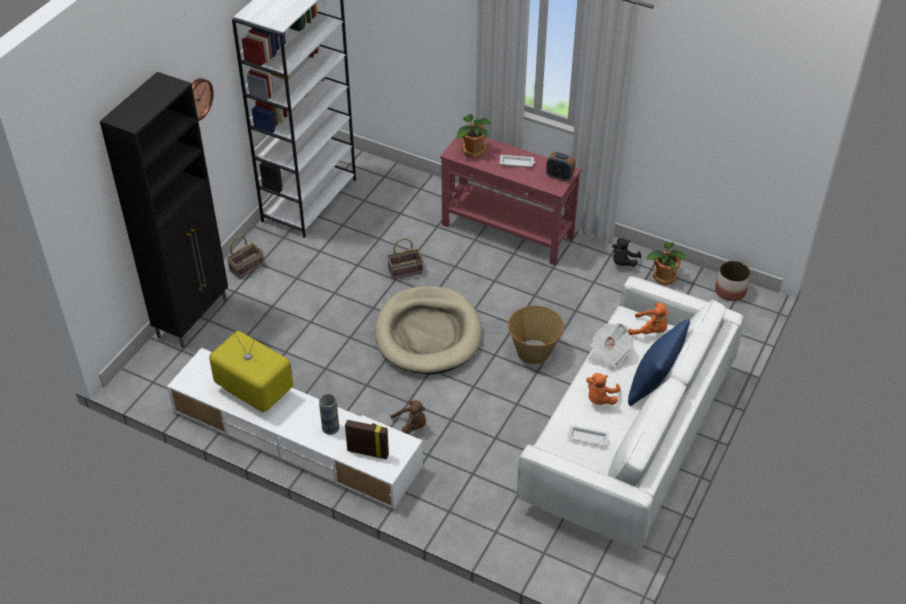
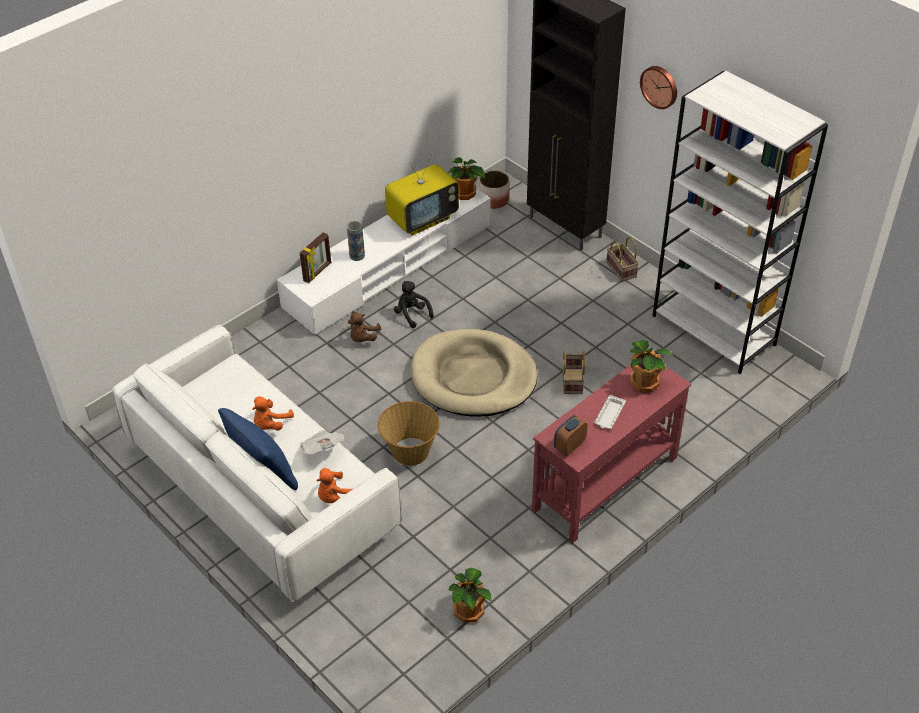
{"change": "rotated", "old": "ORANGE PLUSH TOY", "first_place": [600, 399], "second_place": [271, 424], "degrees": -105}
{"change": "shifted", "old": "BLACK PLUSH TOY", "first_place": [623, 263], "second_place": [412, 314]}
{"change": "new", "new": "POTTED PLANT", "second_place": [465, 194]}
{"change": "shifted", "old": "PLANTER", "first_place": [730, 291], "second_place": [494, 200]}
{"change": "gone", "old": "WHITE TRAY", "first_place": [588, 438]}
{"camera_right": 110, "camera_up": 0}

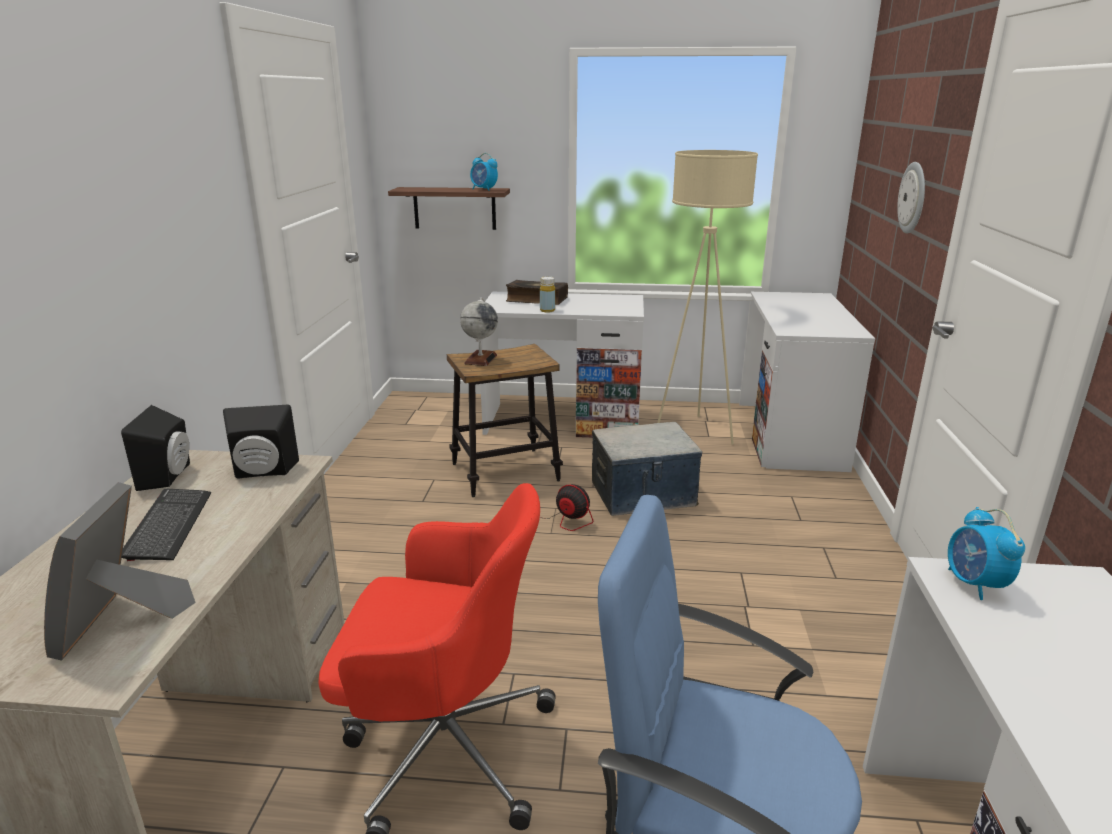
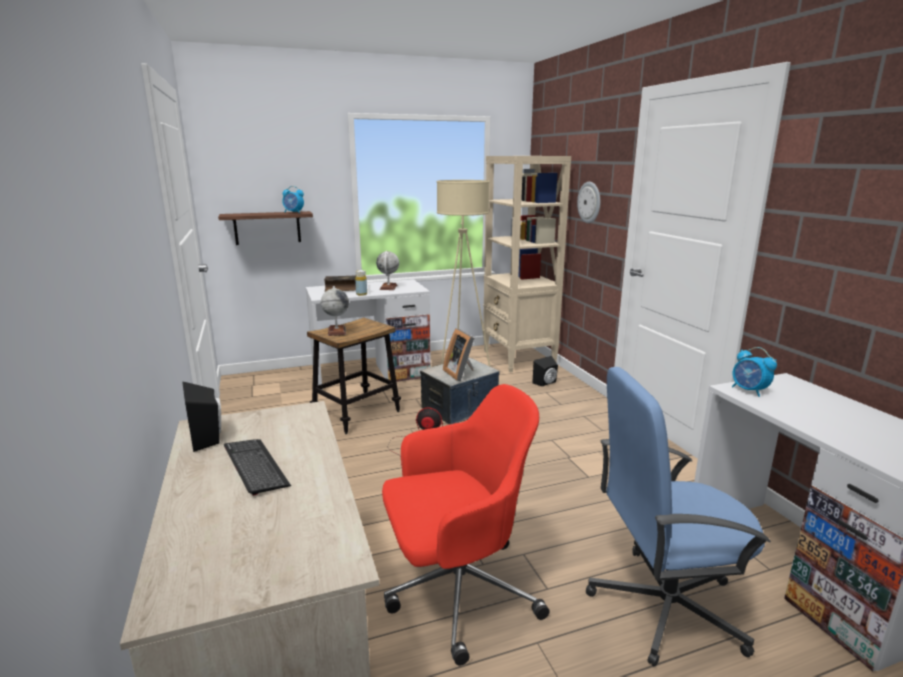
{"change": "new", "new": "GLOBE", "second_place": [388, 287]}
{"change": "shifted", "old": "PICTURE FRAME", "first_place": [122, 623], "second_place": [461, 373]}
{"change": "swapped", "old": "WHITE DESK", "new": "BEIGE BOOKCASE", "first_place": [790, 434], "second_place": [518, 358]}
{"change": "shifted", "old": "BLACK SPEAKER", "first_place": [263, 472], "second_place": [546, 383]}
{"camera_right": -25, "camera_up": -5}

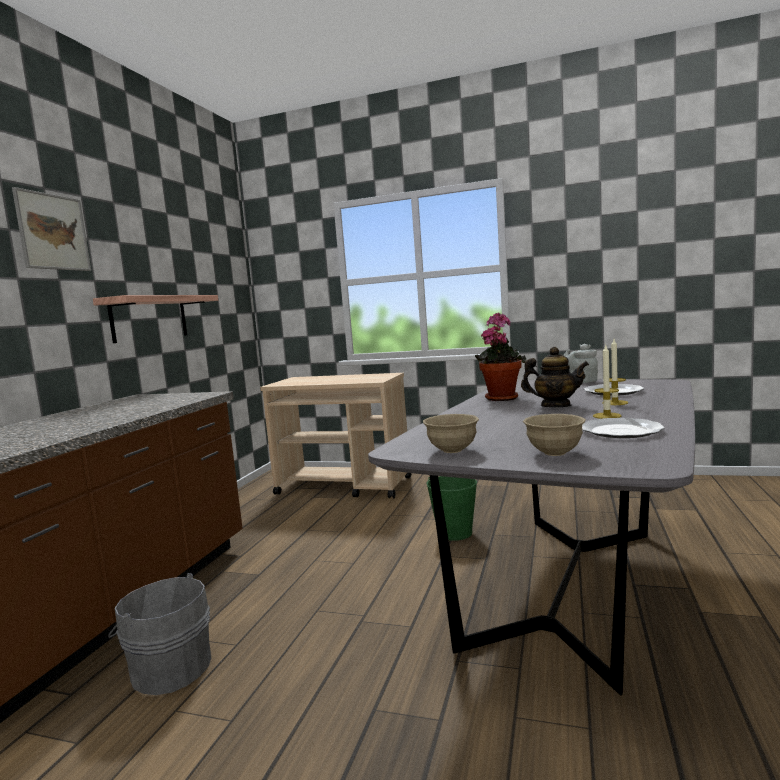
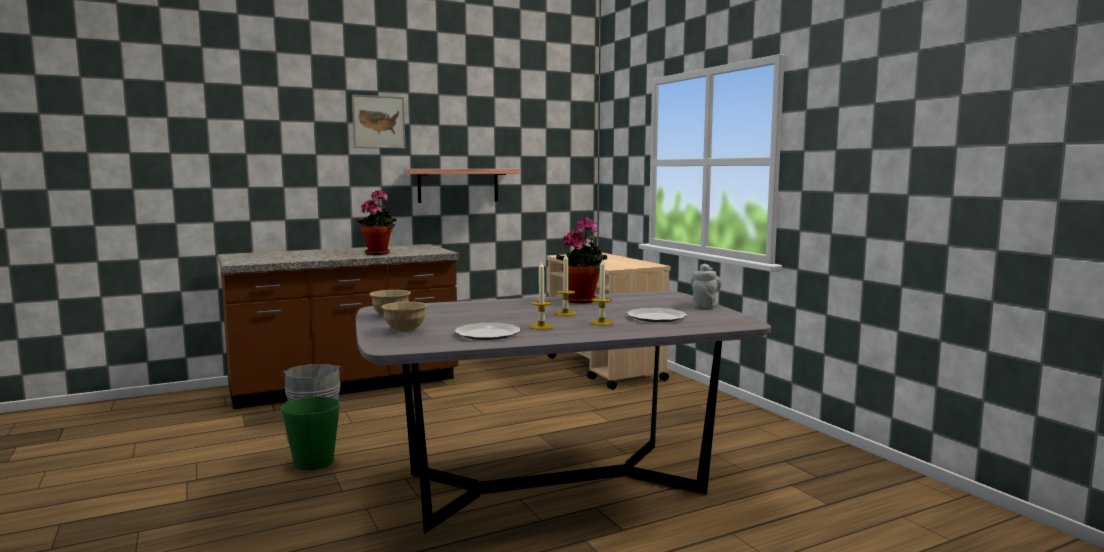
{"change": "shifted", "old": "GREEN BUCKET", "first_place": [454, 533], "second_place": [314, 462]}
{"change": "new", "new": "POTTED PLANT", "second_place": [379, 253]}
{"change": "swapped", "old": "TEAPOT", "new": "CANDLE", "first_place": [555, 406], "second_place": [565, 313]}
{"camera_right": 45, "camera_up": 0}

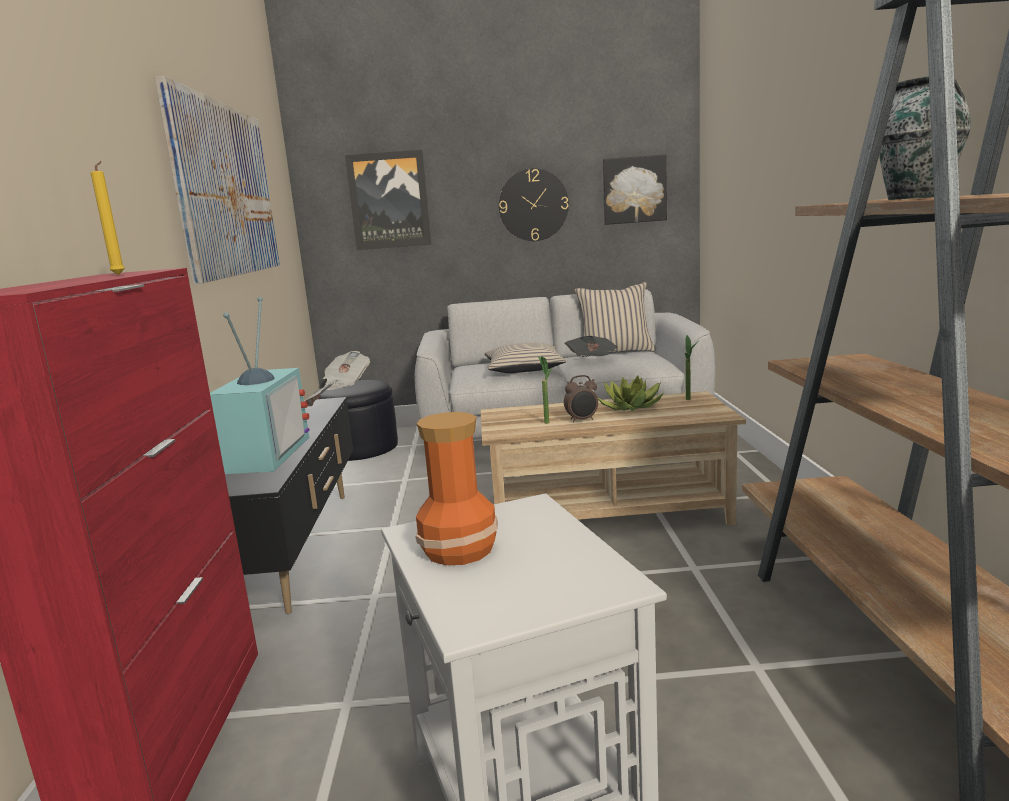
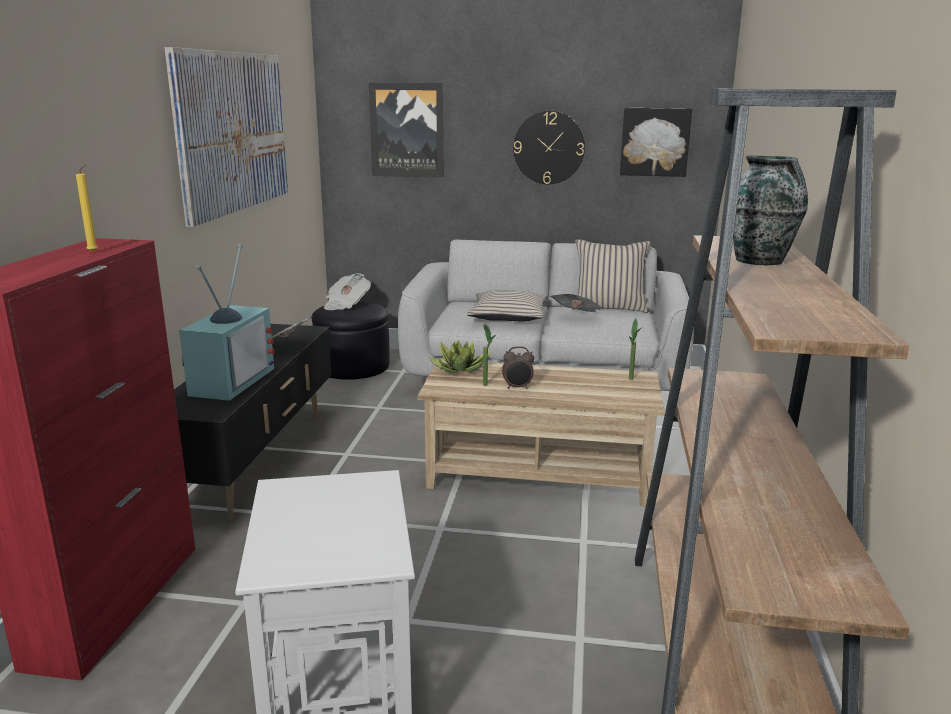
{"change": "shifted", "old": "POTTED PLANT", "first_place": [631, 407], "second_place": [460, 369]}
{"change": "gone", "old": "VASE", "first_place": [459, 550]}
{"camera_right": 10, "camera_up": 5}

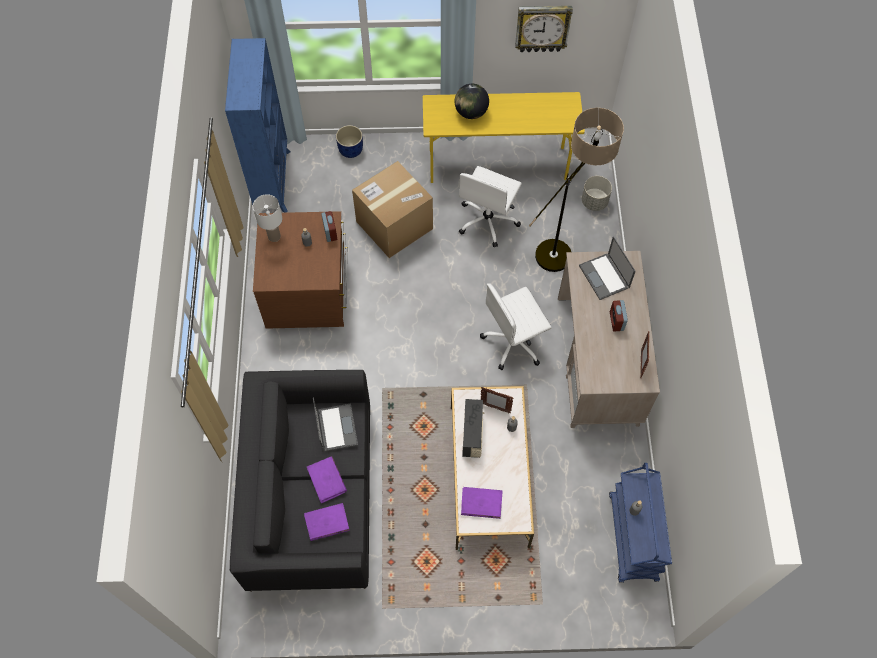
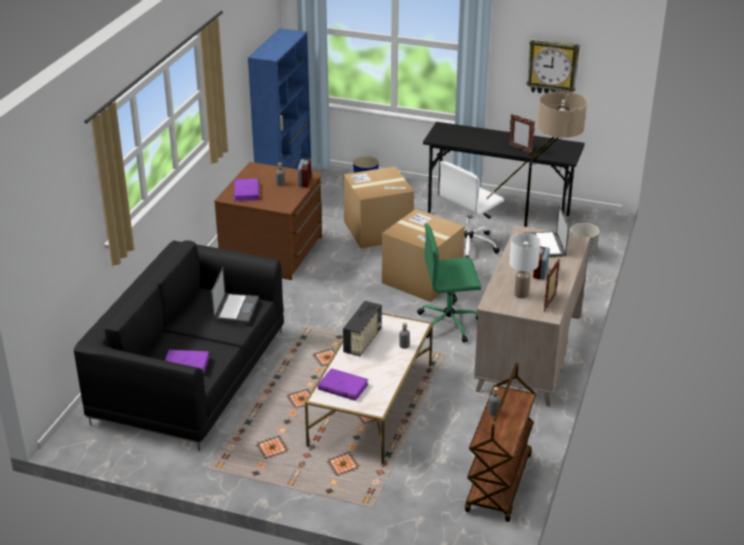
{"change": "shifted", "old": "PURPLE BOOK", "first_place": [327, 480], "second_place": [246, 192]}
{"change": "new", "new": "CARDBOARD BOX", "second_place": [422, 279]}
{"change": "repainted", "old": "WHITE OFFICE CHAIR", "new": "GREEN OFFICE CHAIR", "first_place": [514, 342], "second_place": [450, 323]}
{"change": "repainted", "old": "YELLOW DESK", "new": "BLACK DESK", "first_place": [498, 164], "second_place": [499, 213]}
{"change": "repainted", "old": "BLUE CART", "new": "BROWN CART", "first_place": [633, 538], "second_place": [499, 484]}
{"change": "shifted", "old": "PICTURE FRAME", "first_place": [495, 408], "second_place": [520, 149]}
{"change": "shifted", "old": "WHITE TABLE LAMP", "first_place": [274, 236], "second_place": [521, 294]}
{"change": "gone", "old": "GLOBE", "first_place": [471, 112]}
{"camera_right": 20, "camera_up": -30}

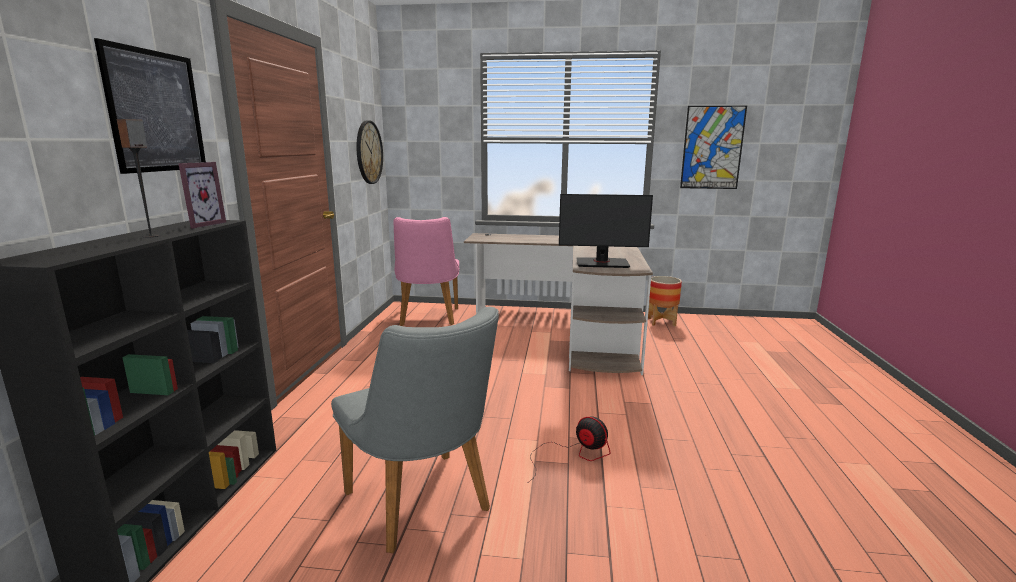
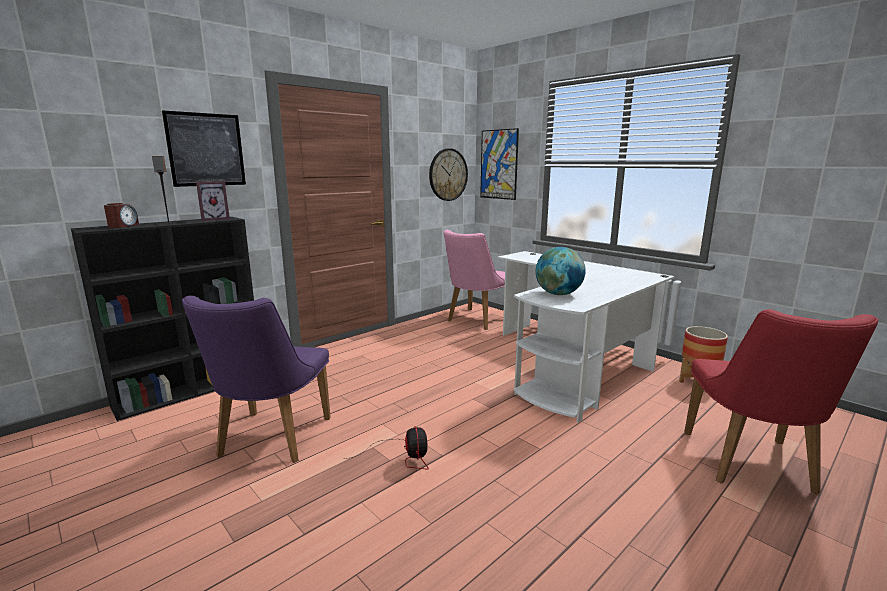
{"change": "new", "new": "ALARM CLOCK", "second_place": [123, 226]}
{"change": "repainted", "old": "GREY CHAIR", "new": "PURPLE CHAIR", "first_place": [424, 507], "second_place": [269, 442]}
{"change": "shifted", "old": "PICTURE", "first_place": [712, 148], "second_place": [499, 164]}
{"change": "repainted", "old": "BROWN DESK", "new": "WHITE DESK", "first_place": [570, 333], "second_place": [573, 364]}
{"change": "swapped", "old": "MONITOR", "new": "GLOBE", "first_place": [602, 263], "second_place": [558, 294]}
{"change": "new", "new": "RED CHAIR", "second_place": [753, 467]}
{"camera_right": 40, "camera_up": 0}

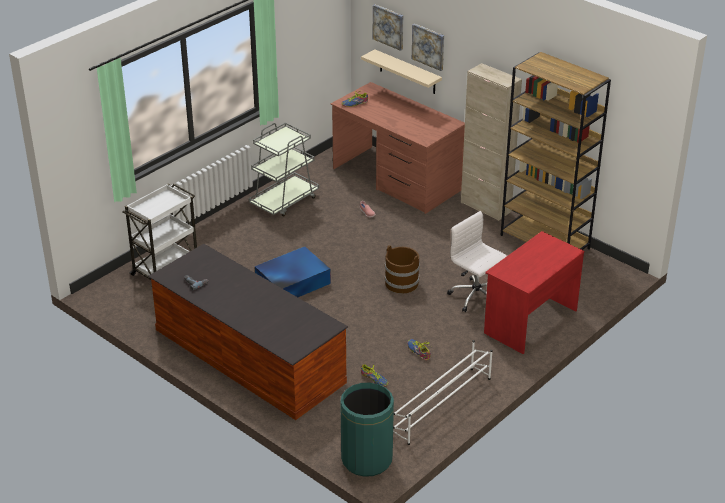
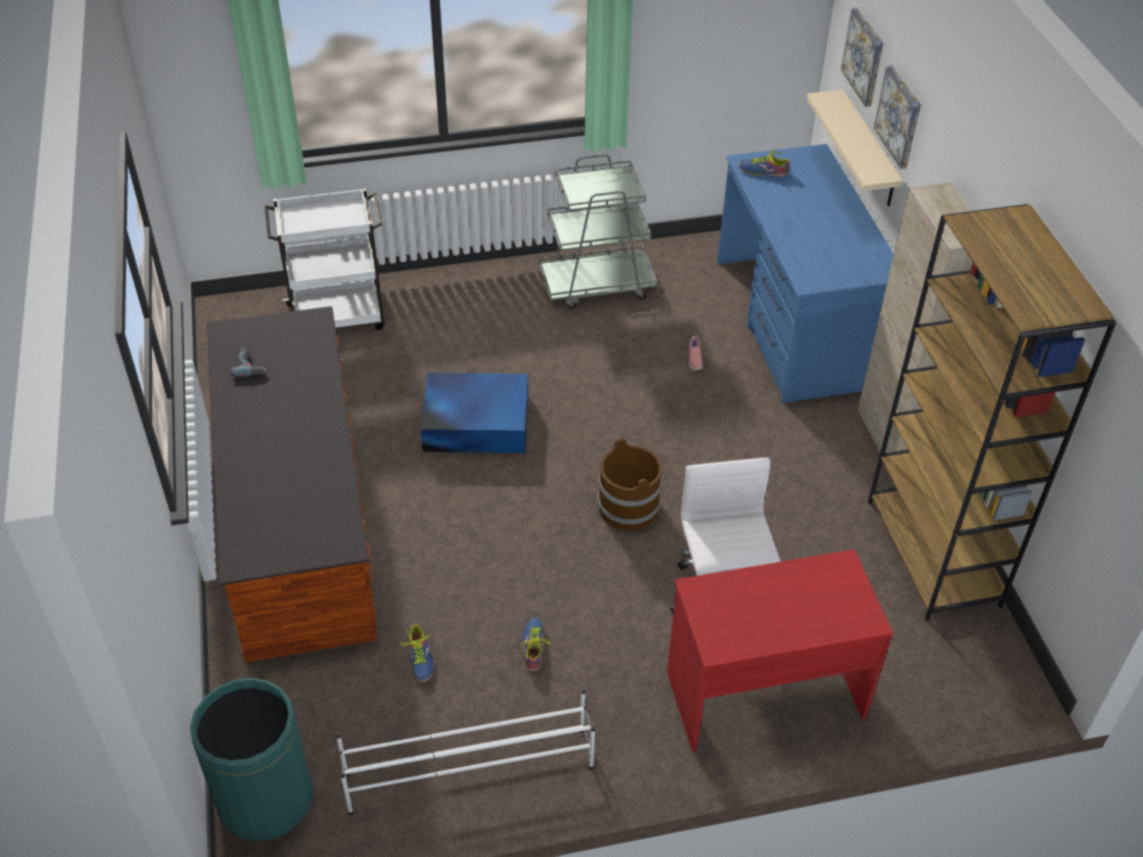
{"change": "repainted", "old": "BROWN DESK", "new": "BLUE DESK", "first_place": [396, 179], "second_place": [795, 323]}
{"camera_right": 35, "camera_up": 10}

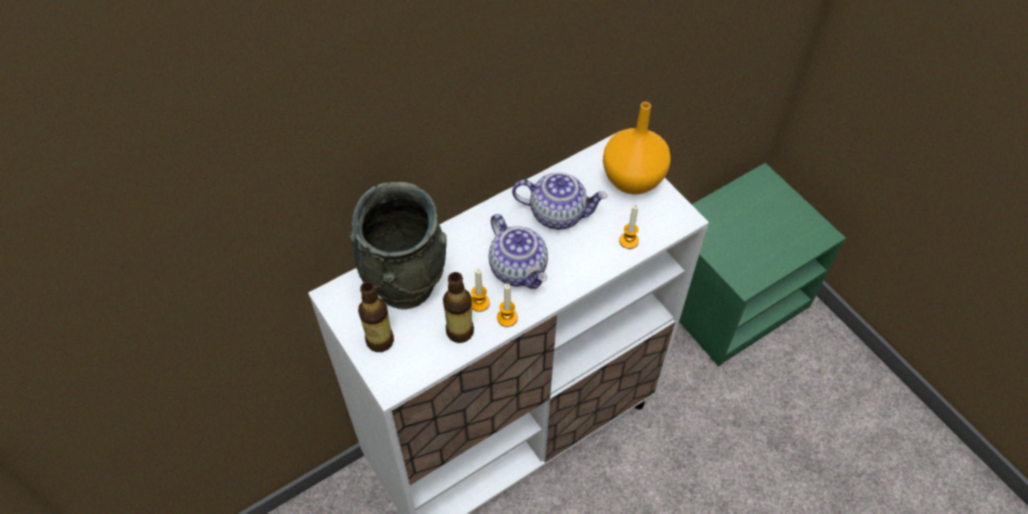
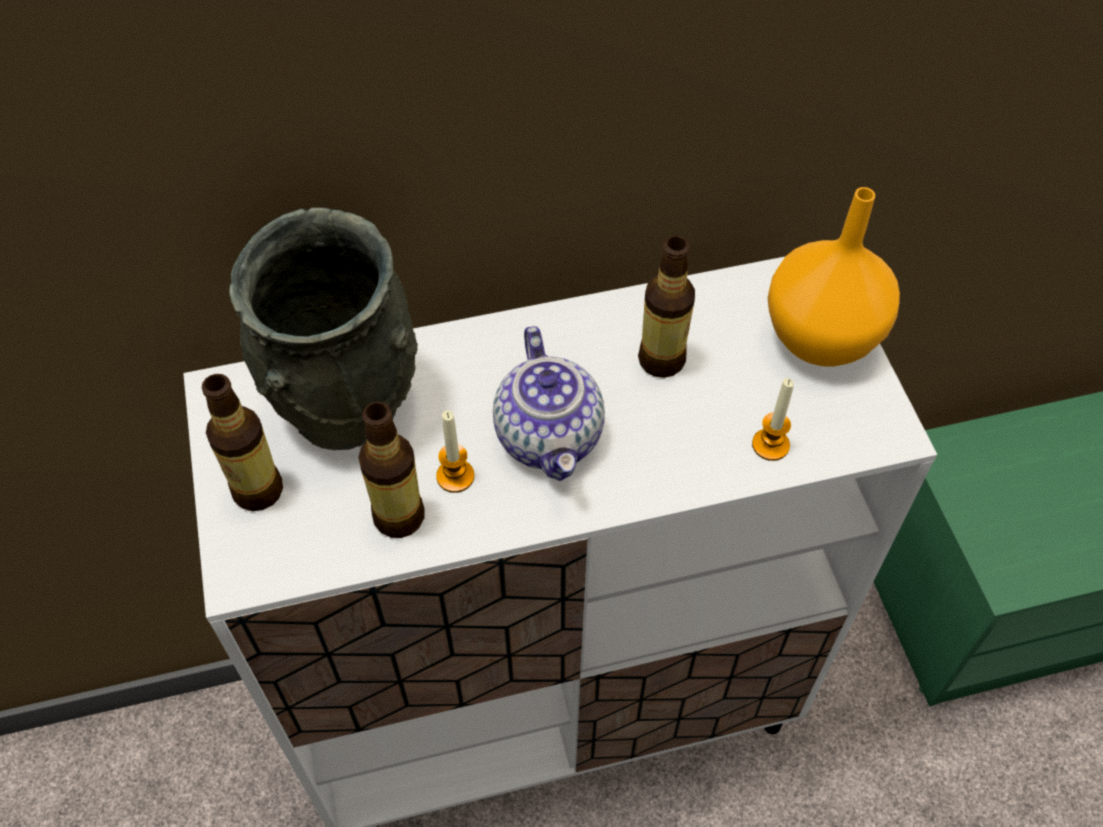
{"change": "swapped", "old": "TEAPOT", "new": "BOTTLE", "first_place": [558, 213], "second_place": [661, 360]}
{"change": "gone", "old": "CANDLE", "first_place": [507, 318]}
{"camera_right": 20, "camera_up": 0}

